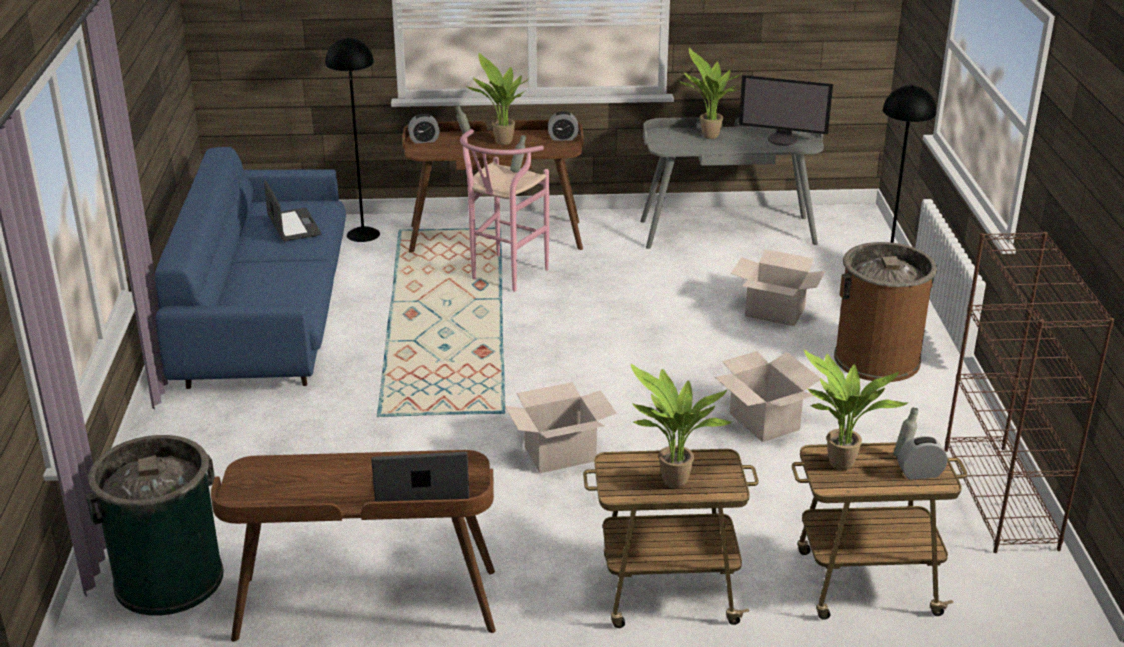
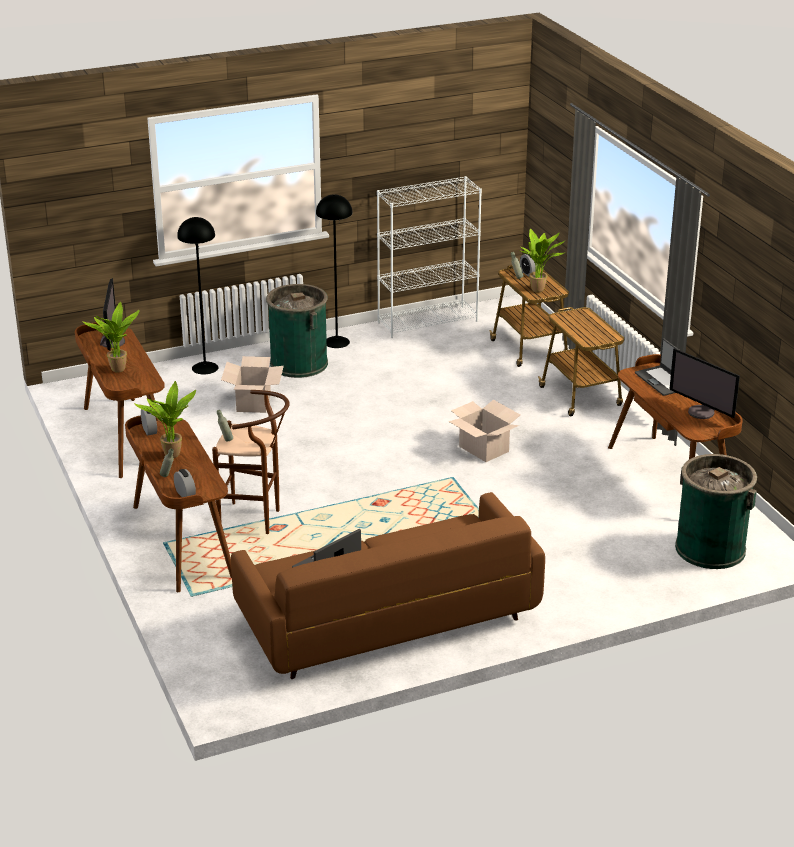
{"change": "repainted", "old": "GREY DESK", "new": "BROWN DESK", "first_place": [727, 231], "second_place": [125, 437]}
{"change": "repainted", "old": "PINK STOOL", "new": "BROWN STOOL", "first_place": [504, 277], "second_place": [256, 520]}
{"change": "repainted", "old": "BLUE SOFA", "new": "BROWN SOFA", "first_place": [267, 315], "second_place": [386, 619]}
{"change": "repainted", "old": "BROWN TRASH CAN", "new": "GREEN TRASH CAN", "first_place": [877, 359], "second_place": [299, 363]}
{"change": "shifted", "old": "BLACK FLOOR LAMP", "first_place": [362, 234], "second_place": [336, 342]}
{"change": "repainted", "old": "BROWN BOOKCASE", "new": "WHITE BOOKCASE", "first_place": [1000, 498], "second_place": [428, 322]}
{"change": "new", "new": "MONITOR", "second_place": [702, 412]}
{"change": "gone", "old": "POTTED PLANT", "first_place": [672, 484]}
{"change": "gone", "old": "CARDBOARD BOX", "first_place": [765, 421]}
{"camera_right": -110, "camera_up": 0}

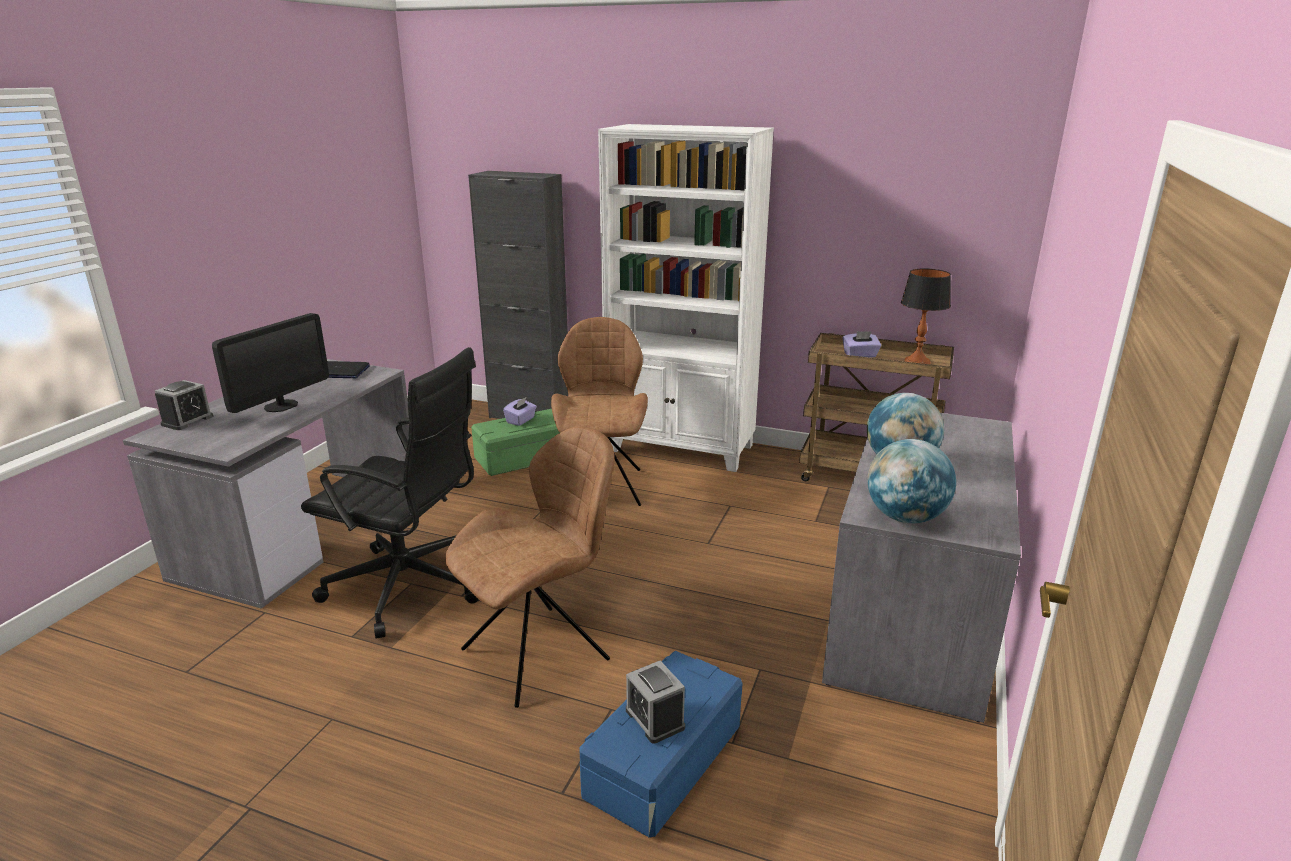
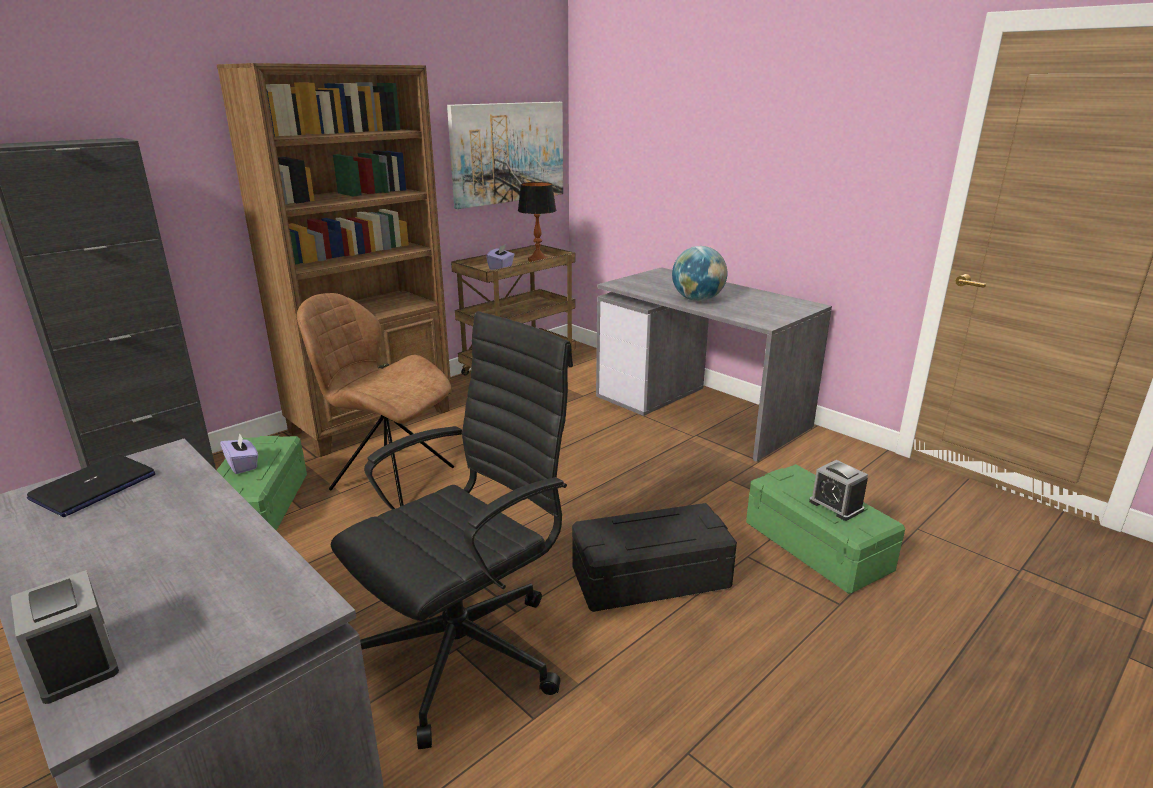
{"change": "repainted", "old": "WHITE BOOKCASE", "new": "BROWN BOOKCASE", "first_place": [681, 449], "second_place": [373, 421]}
{"change": "new", "new": "PICTURE", "second_place": [508, 153]}
{"change": "swapped", "old": "BROWN CHAIR", "new": "BLACK STORAGE BOX", "first_place": [540, 652], "second_place": [651, 577]}
{"change": "repainted", "old": "BLUE STORAGE BOX", "new": "GREEN STORAGE BOX", "first_place": [665, 763], "second_place": [817, 546]}
{"change": "rotated", "old": "ALARM CLOCK", "first_place": [655, 719], "second_place": [836, 505], "degrees": 60}
{"change": "gone", "old": "MONITOR", "first_place": [281, 406]}
{"change": "gone", "old": "GLOBE", "first_place": [905, 517]}
{"camera_right": -65, "camera_up": 0}

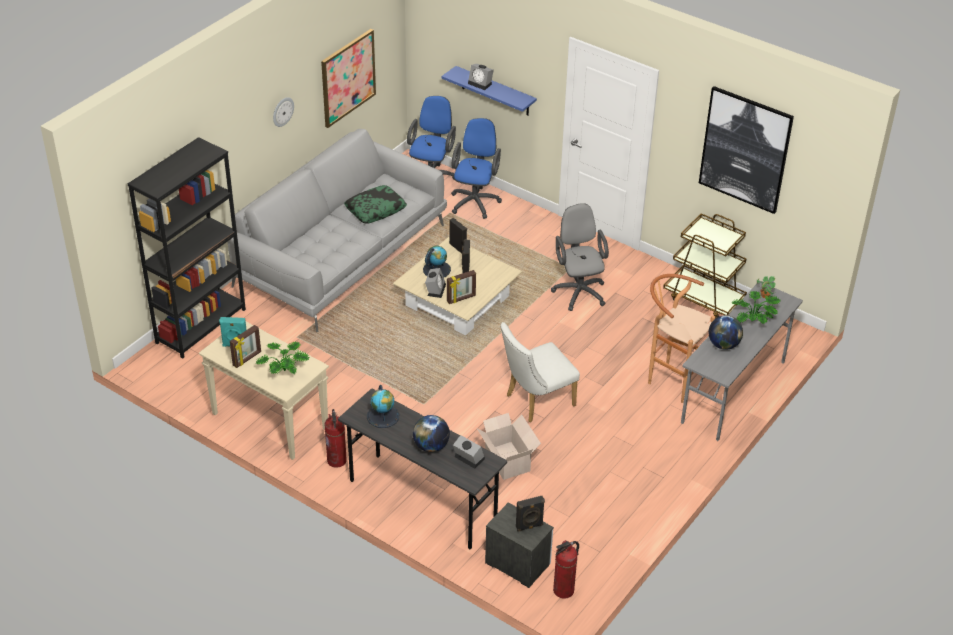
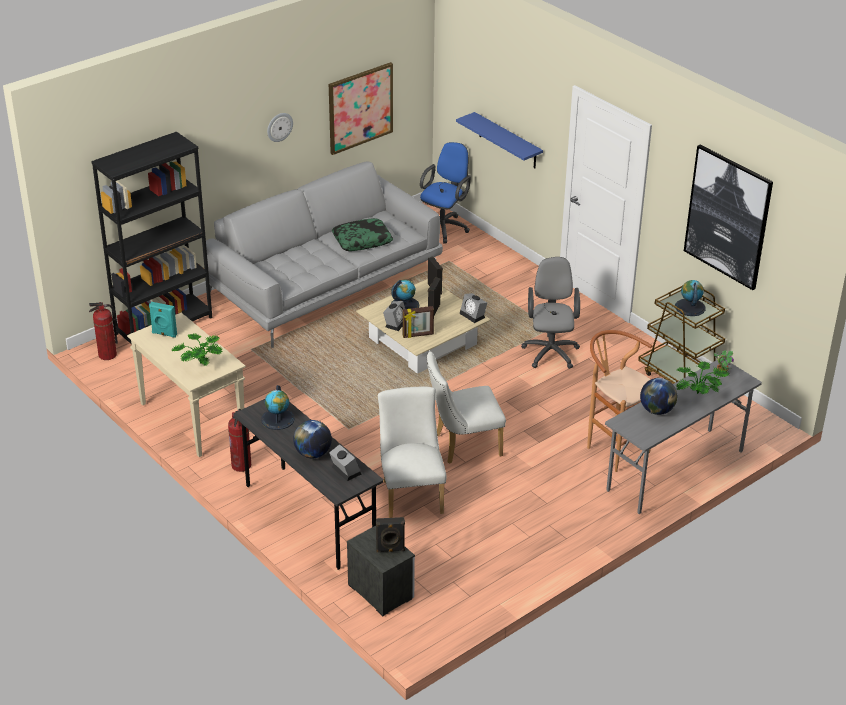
{"change": "shifted", "old": "FIRE EXTINGUISHER", "first_place": [563, 590], "second_place": [107, 355]}
{"change": "swapped", "old": "CARDBOARD BOX", "new": "WHITE CHAIR", "first_place": [507, 459], "second_place": [411, 493]}
{"change": "shifted", "old": "ALARM CLOCK", "first_place": [481, 83], "second_place": [473, 315]}
{"change": "new", "new": "GLOBE", "second_place": [690, 307]}
{"change": "gone", "old": "PICTURE FRAME", "first_place": [247, 359]}
{"change": "gone", "old": "BLUE OFFICE CHAIR", "first_place": [475, 201]}
{"camera_right": 15, "camera_up": -5}

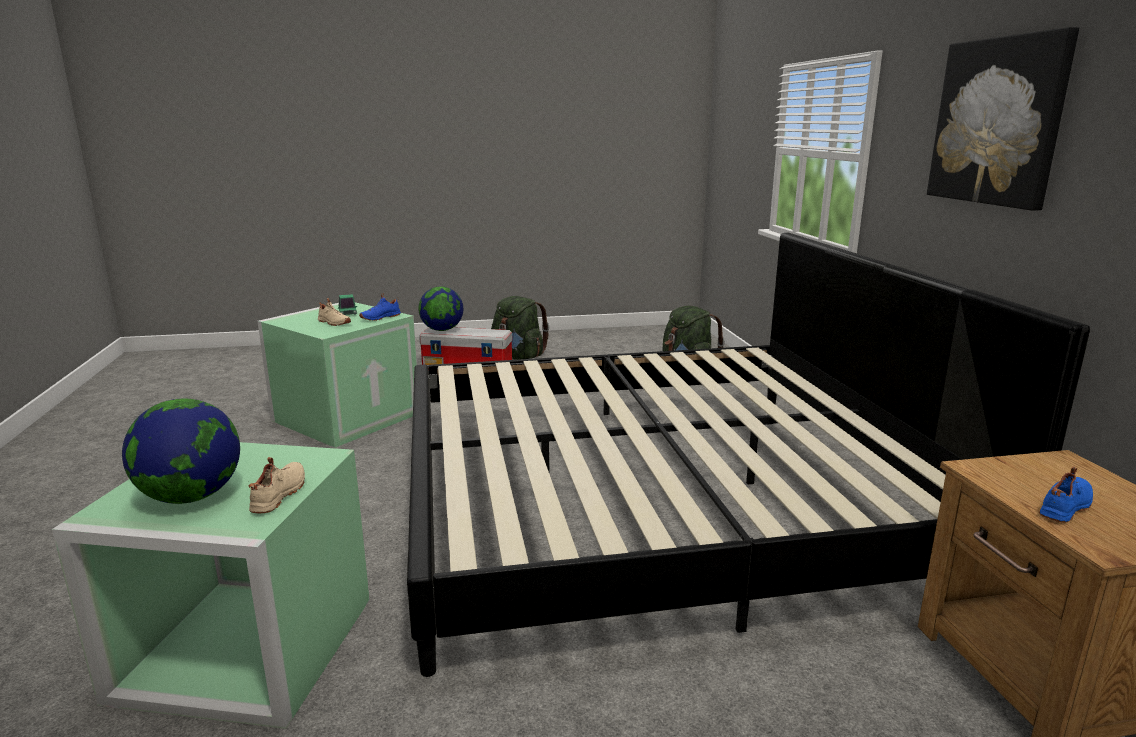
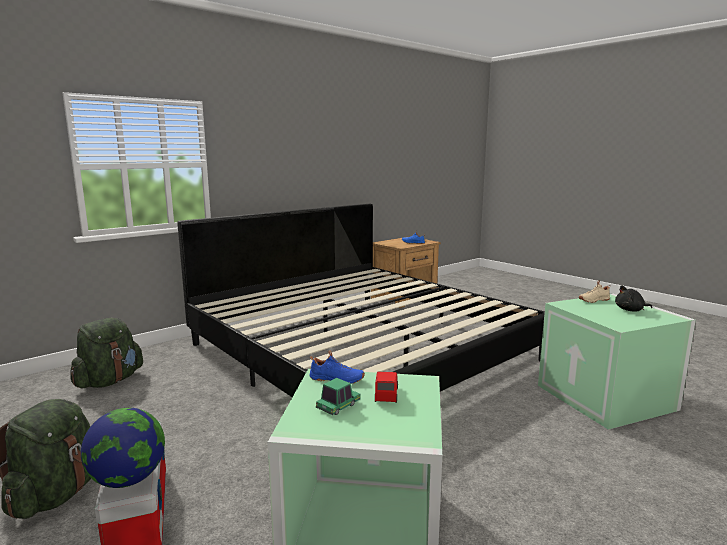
{"change": "swapped", "old": "BEIGE SHOE", "new": "RED TOY CAR", "first_place": [333, 323], "second_place": [386, 395]}
{"change": "swapped", "old": "GLOBE", "new": "BLACK PLUSH TOY", "first_place": [191, 497], "second_place": [630, 310]}
{"change": "gone", "old": "PICTURE", "first_place": [998, 122]}
{"camera_right": -120, "camera_up": -5}

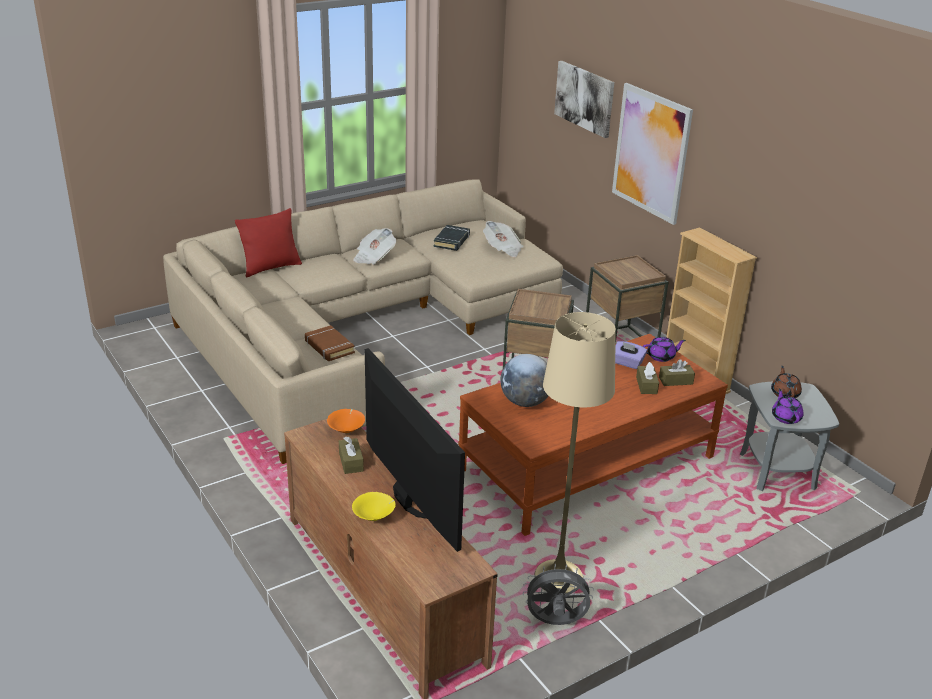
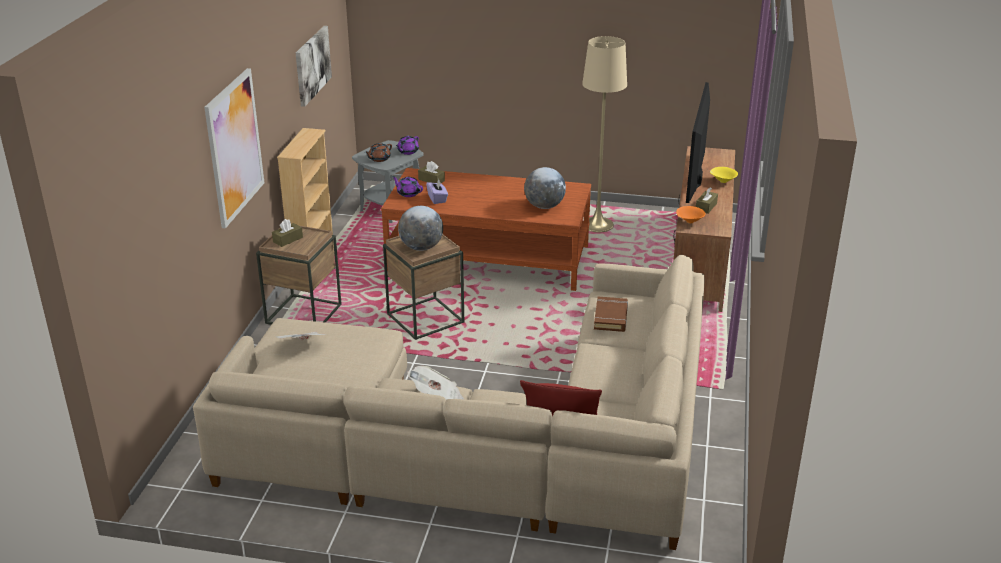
{"change": "shifted", "old": "BROWN TISSUE BOX", "first_place": [646, 385], "second_place": [288, 240]}
{"change": "shifted", "old": "PICTURE", "first_place": [585, 98], "second_place": [312, 65]}
{"change": "new", "new": "GLOBE", "second_place": [421, 247]}
{"change": "gone", "old": "BLACK BOOK", "first_place": [452, 241]}
{"change": "gone", "old": "GREY FAN", "first_place": [555, 623]}
{"camera_right": -135, "camera_up": 0}

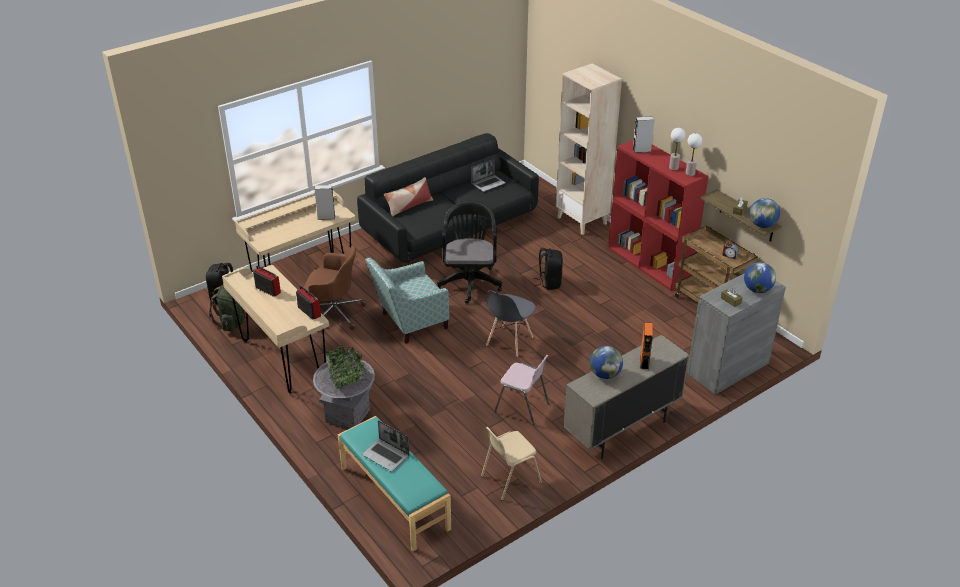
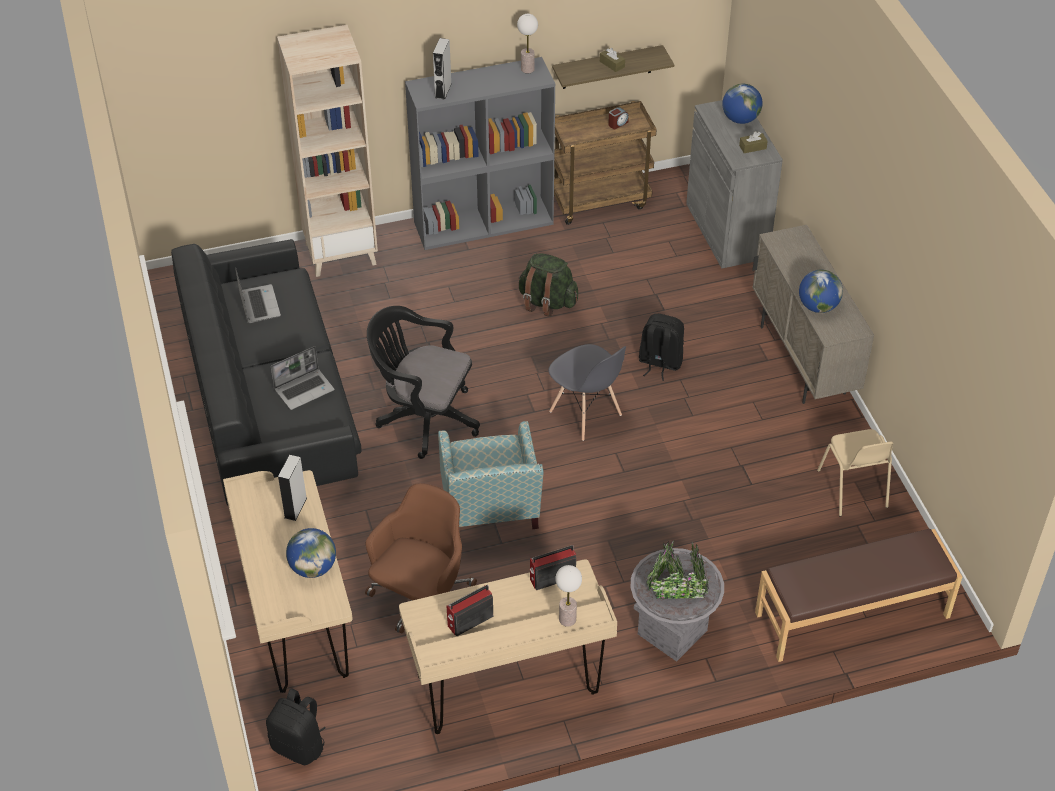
{"change": "shifted", "old": "LAPTOP", "first_place": [386, 455], "second_place": [304, 389]}
{"change": "shifted", "old": "GLOBE", "first_place": [762, 225], "second_place": [313, 568]}
{"change": "repainted", "old": "RED BOOKCASE", "new": "GREY BOOKCASE", "first_place": [650, 264], "second_place": [484, 222]}
{"change": "shifted", "old": "GREEN BACKPACK", "first_place": [232, 321], "second_place": [547, 302]}
{"change": "shifted", "old": "TABLE LAMP", "first_place": [674, 168], "second_place": [567, 619]}
{"change": "shifted", "old": "BLACK BACKPACK", "first_place": [549, 282], "second_place": [659, 363]}
{"change": "repainted", "old": "TURQUOISE BENCH", "new": "BROWN BENCH", "first_place": [394, 498], "second_place": [852, 616]}
{"change": "gone", "old": "PILLOW", "first_place": [409, 206]}
{"change": "gone", "old": "PINK CHAIR", "first_place": [522, 408]}
{"change": "gone", "old": "ORANGE SPEAKER", "first_place": [644, 362]}
{"camera_right": -70, "camera_up": 10}

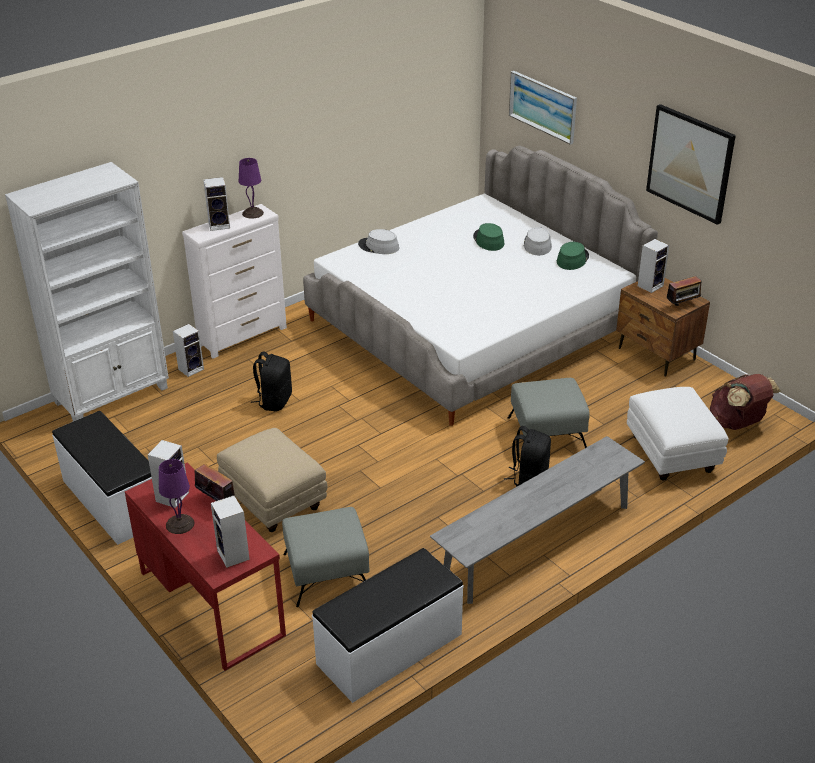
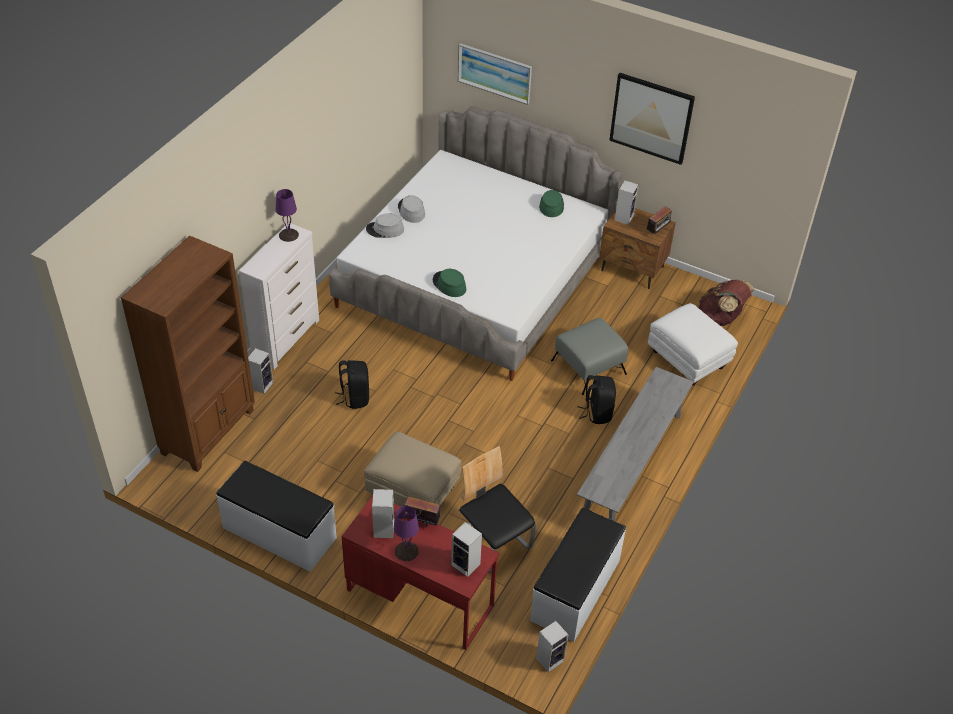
{"change": "repainted", "old": "WHITE BOOKCASE", "new": "BROWN BOOKCASE", "first_place": [113, 395], "second_place": [209, 431]}
{"change": "shifted", "old": "GREY HAT", "first_place": [537, 244], "second_place": [411, 211]}
{"change": "shifted", "old": "GREEN HAT", "first_place": [488, 240], "second_place": [449, 285]}
{"change": "swapped", "old": "GREY OTTOMAN", "new": "CHAIR", "first_place": [328, 573], "second_place": [493, 542]}
{"change": "shifted", "old": "SPEAKER", "first_place": [220, 225], "second_place": [550, 659]}
{"camera_right": -25, "camera_up": 10}

